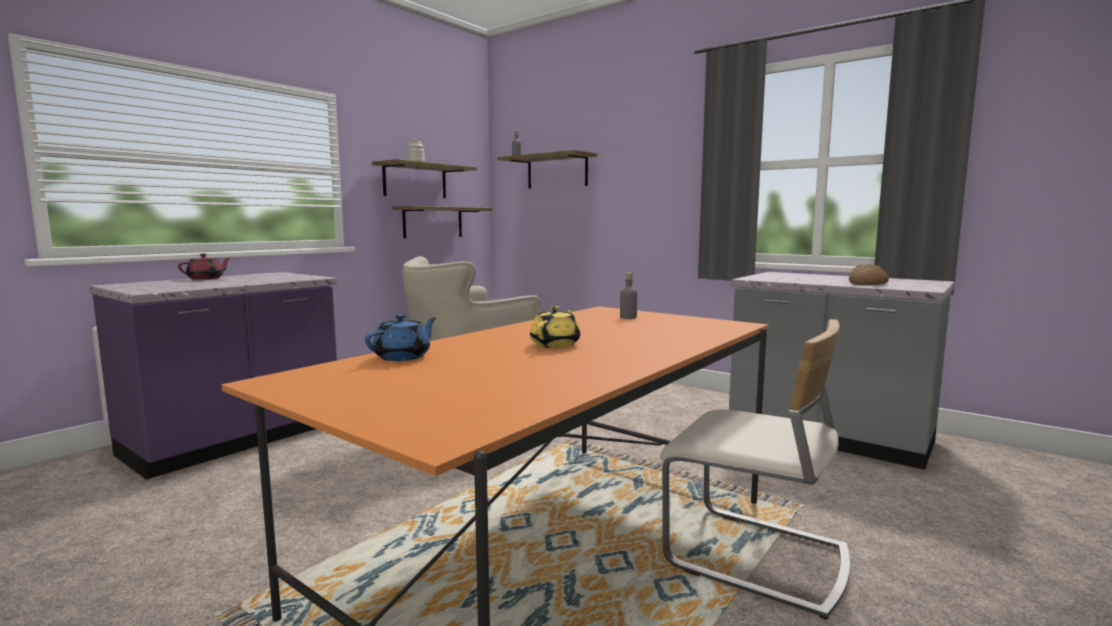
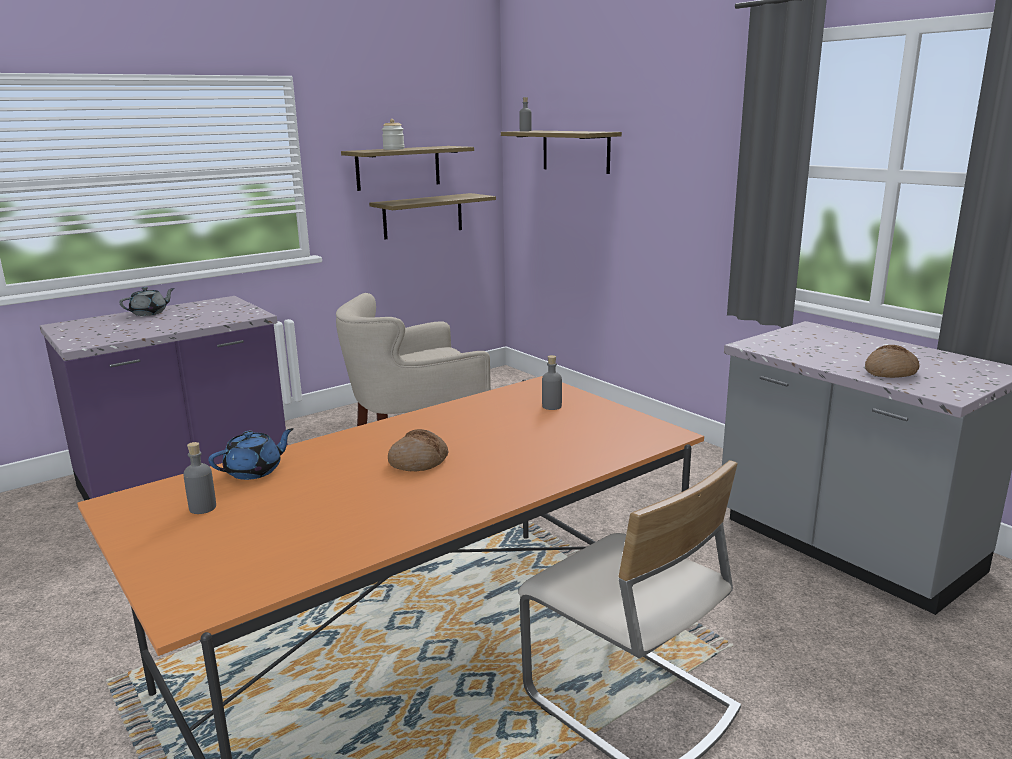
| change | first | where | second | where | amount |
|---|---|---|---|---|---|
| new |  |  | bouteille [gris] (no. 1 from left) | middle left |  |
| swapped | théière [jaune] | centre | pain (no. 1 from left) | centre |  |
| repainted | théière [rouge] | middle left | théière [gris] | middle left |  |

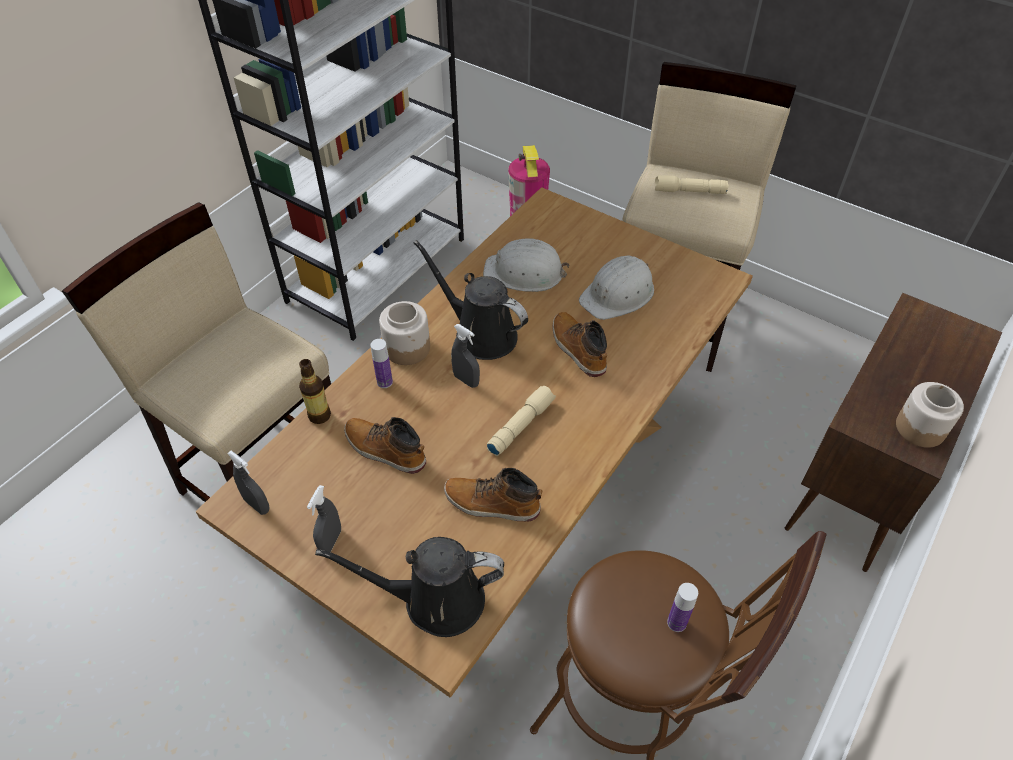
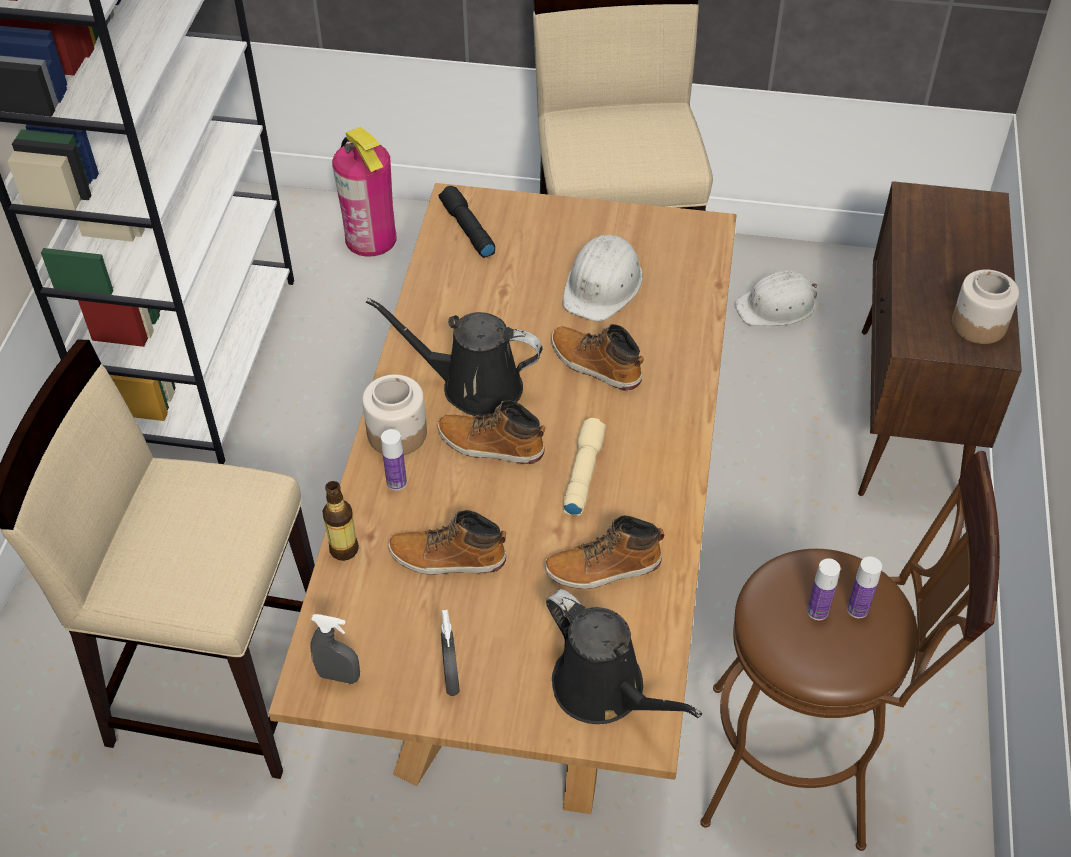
| change | first | where | second | where | amount |
|---|---|---|---|---|---|
| gone | lampe de poche [beige] (no. 2 from left) | top right |  |  |  |
| new |  |  | lampe de poche [noir] | top centre |  |
| new |  |  | bouteille (no. 3 from left) | bottom right |  |
| shifted | casque de chantier [blanc] (no. 1 from left in the first image) | centre | casque de chantier [blanc] (no. 2 from left) | middle right |  |
| swapped | vaporisateur [gris] (no. 3 from left) | centre | botte (no. 2 from left) | centre |  |
| rotated | arrosoir [noir] (no. 1 from left in the first image) | bottom centre | arrosoir [noir] (no. 2 from left) | bottom centre | 105 degrees counterclockwise |

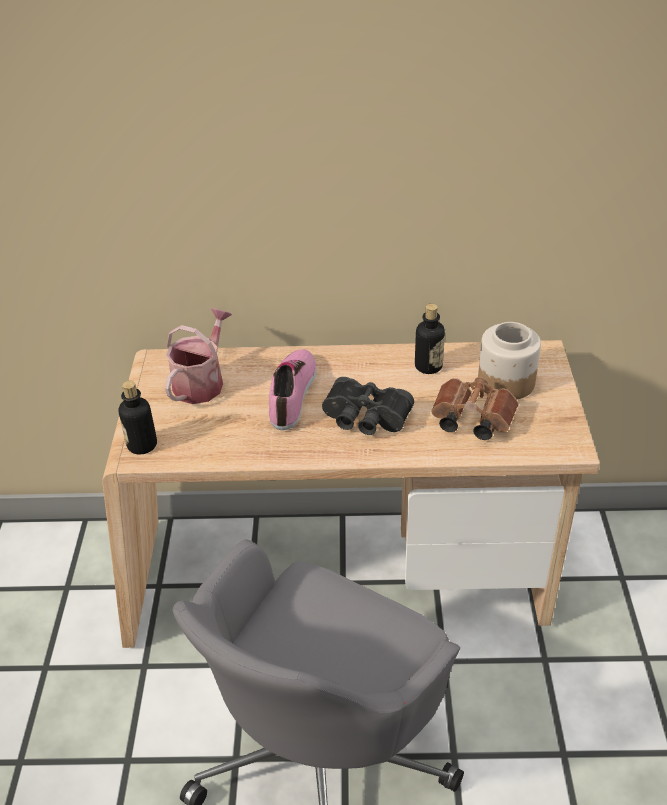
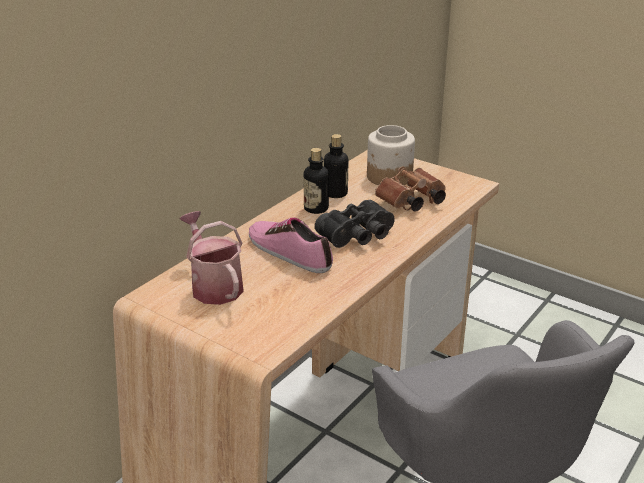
| change | first | where | second | where | amount |
|---|---|---|---|---|---|
| shifted | bouteille (no. 1 from left) | middle left |  | centre |  |

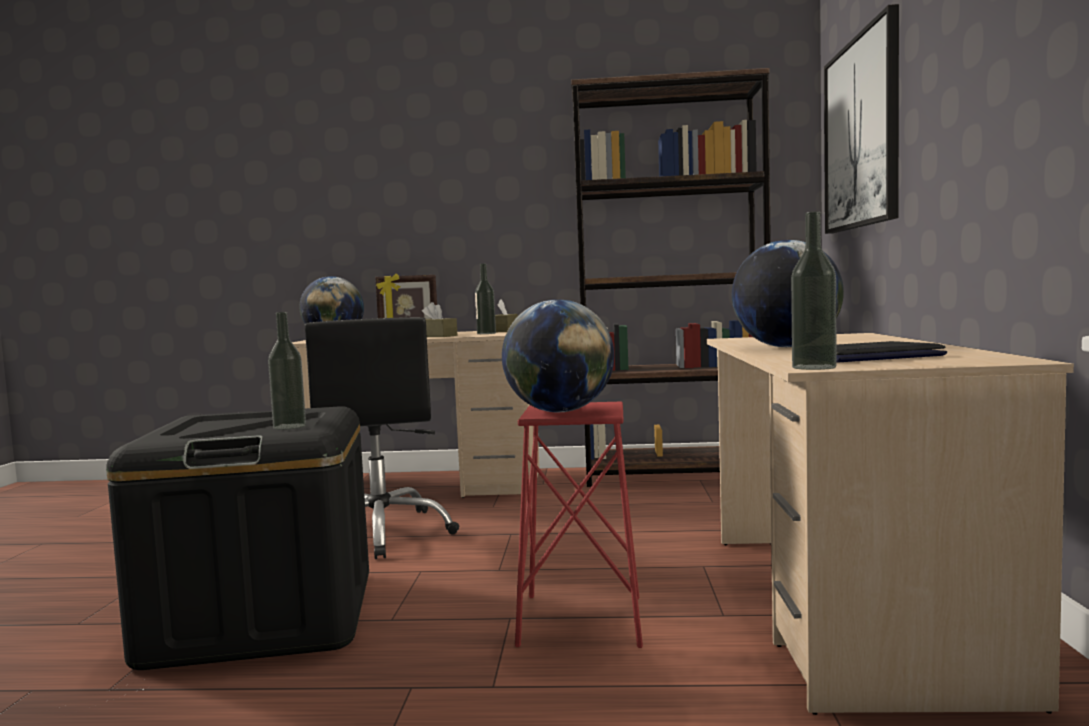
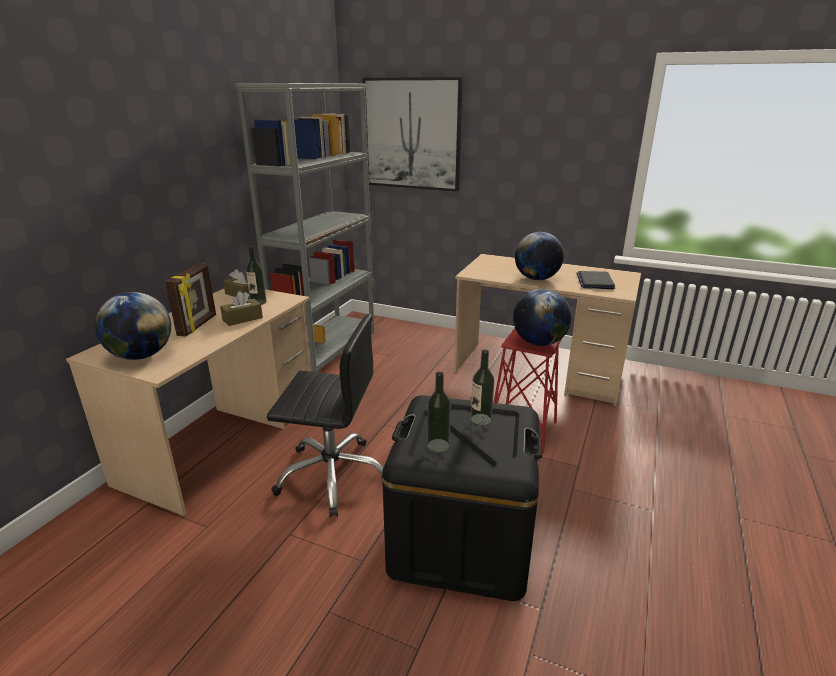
| change | first | where | second | where | amount |
|---|---|---|---|---|---|
| shifted | bouteille (no. 3 from left in the first image) | middle right | bouteille (no. 2 from left) | centre |  |
| repainted | bibliothèque [marron] | centre | bibliothèque [gris] | centre |  |

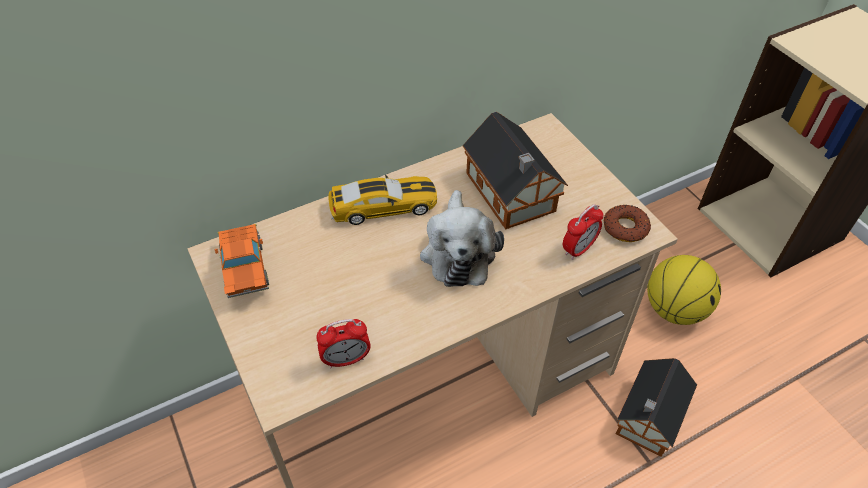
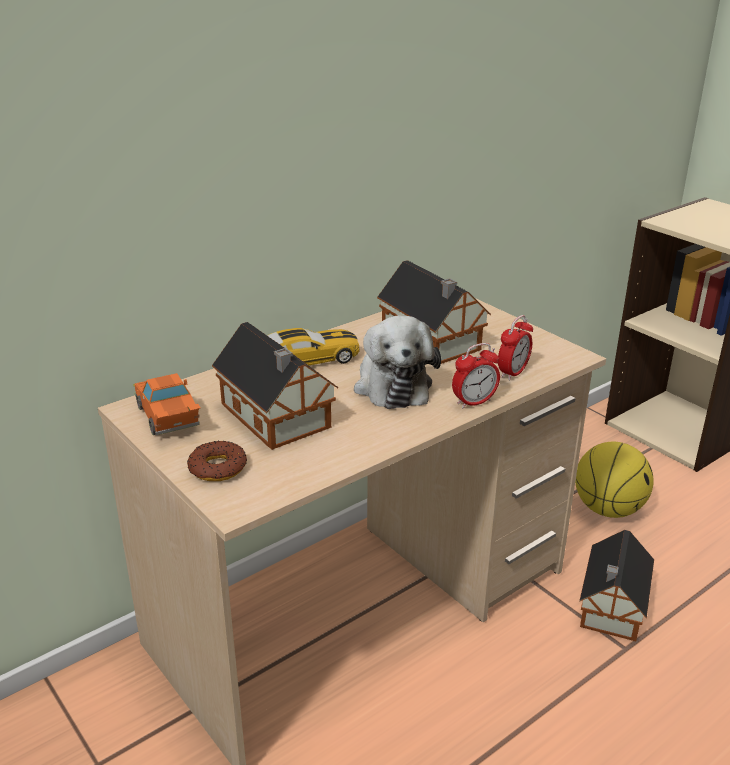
| change | first | where | second | where | amount |
|---|---|---|---|---|---|
| new |  |  | maison miniature (no. 1 from left) | centre |  |
| shifted | réveil (no. 1 from left) | bottom centre |  | centre |  |
| shifted | beignet | middle right |  | middle left |  |

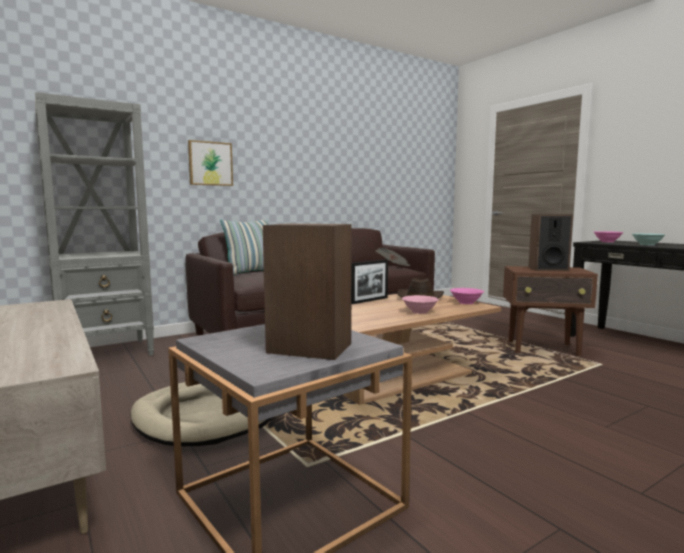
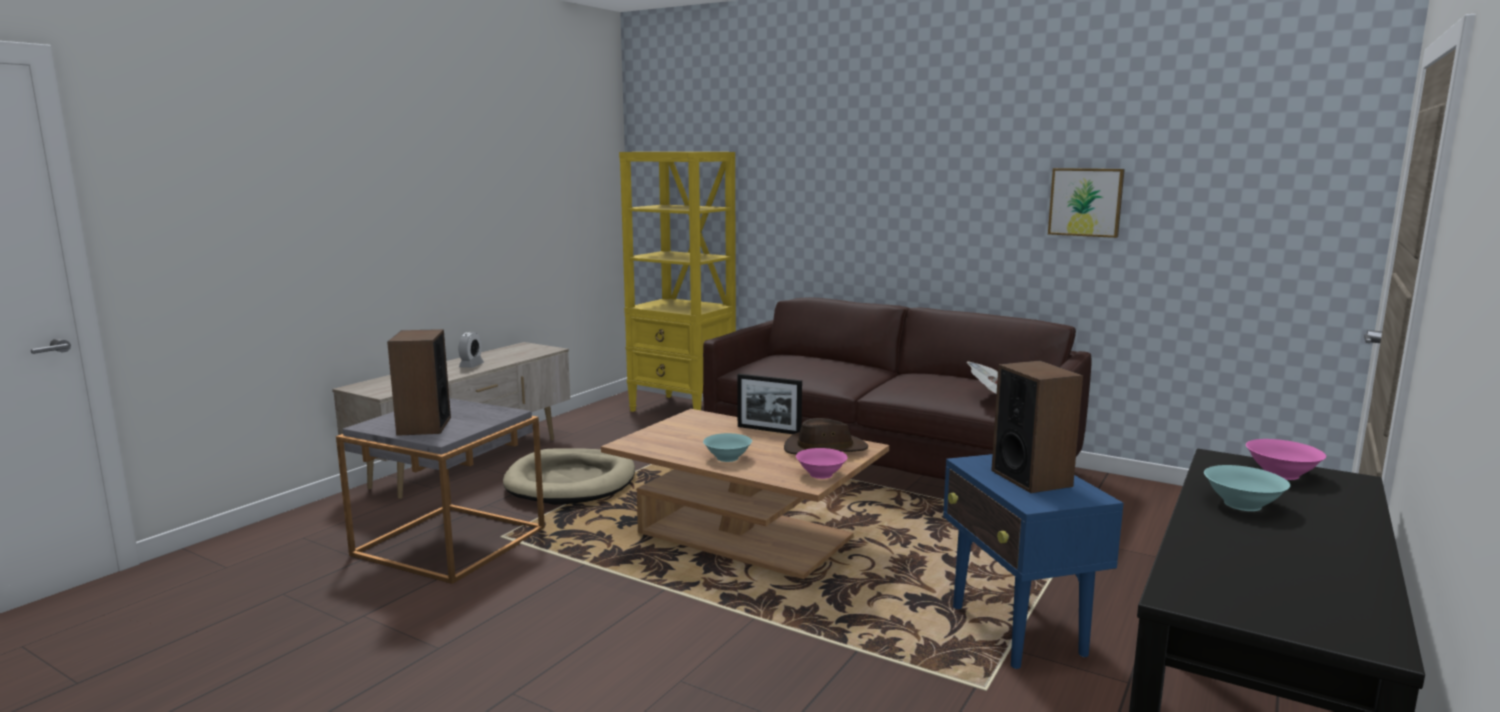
| change | first | where | second | where | amount |
|---|---|---|---|---|---|
| gone | coussin | centre |  |  |  |
| new |  |  | réveil | middle left |  |
| shifted | tableau | top left |  | top right |  |
| repainted | bibliothèque [gris] | middle left | bibliothèque [jaune] | centre |  |
| repainted | bol [rose] (no. 1 from left) | centre | bol [turquoise] (no. 1 from left) | centre |  |
| repainted | table d'appoint [marron] | middle right | table d'appoint [bleu] | bottom right |  |

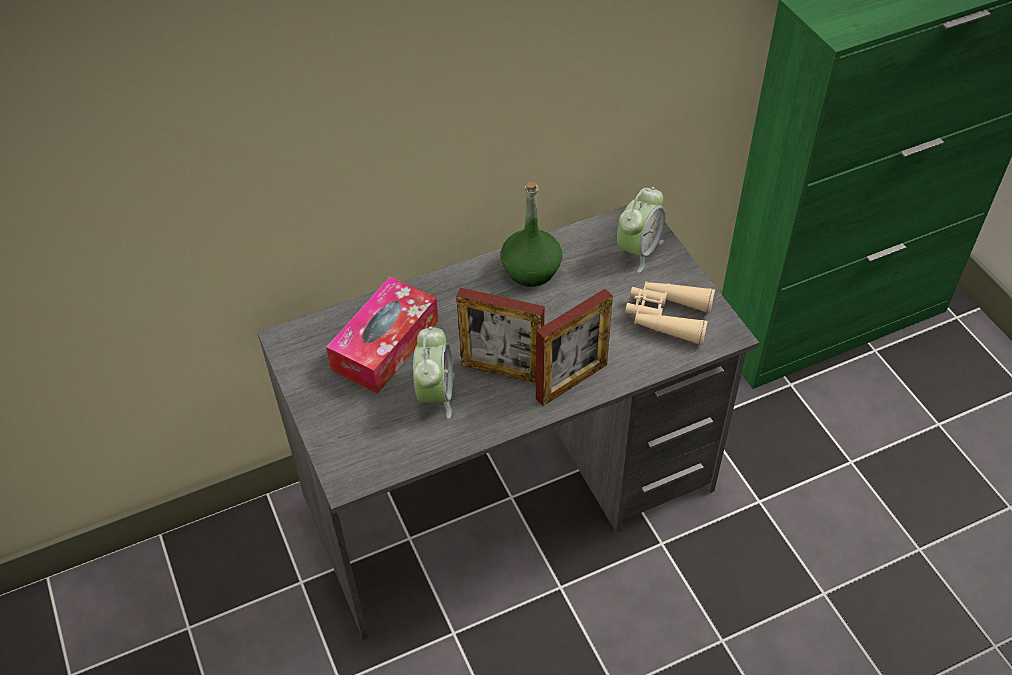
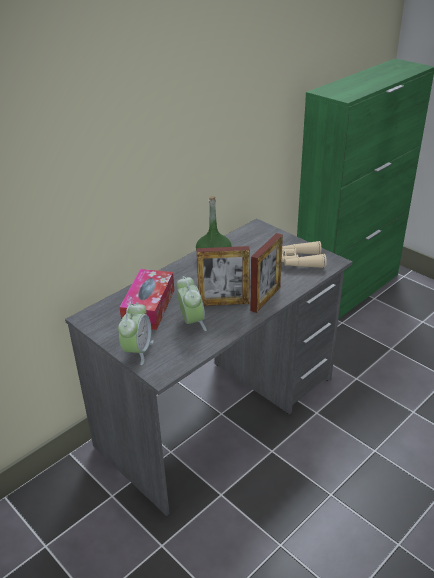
| change | first | where | second | where | amount |
|---|---|---|---|---|---|
| shifted | réveil (no. 2 from left in the first image) | centre | réveil (no. 1 from left) | middle left |  |

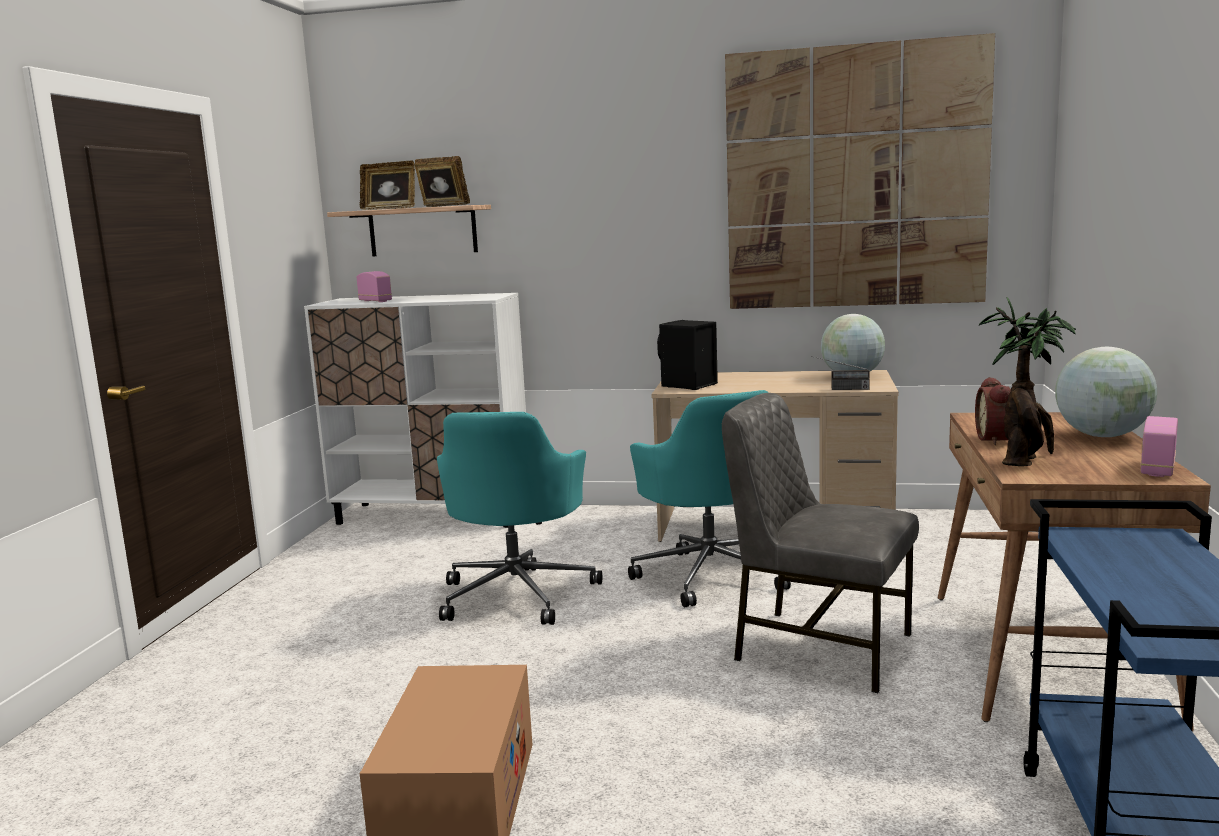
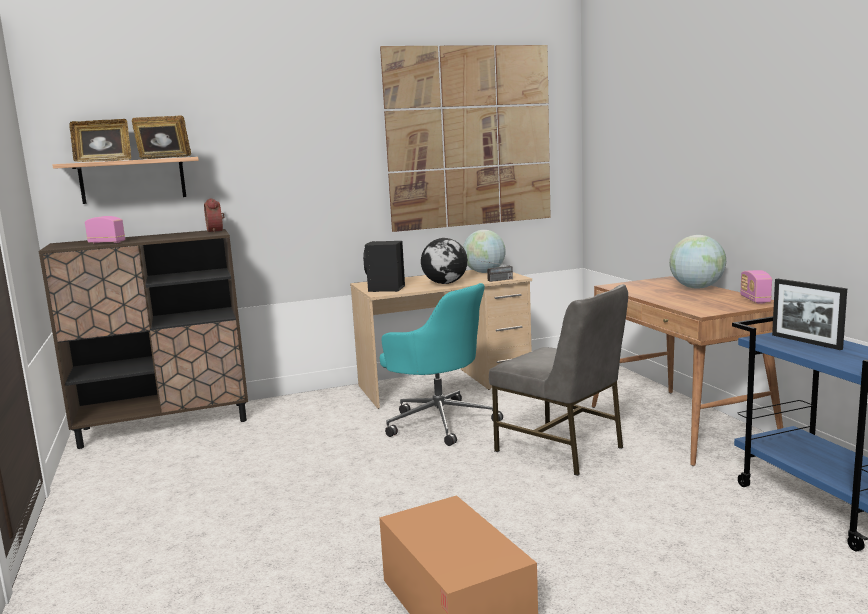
| change | first | where | second | where | amount |
|---|---|---|---|---|---|
| gone | chaise de bureau [turquoise] (no. 1 from left) | centre |  |  |  |
| gone | plante en pot | middle right |  |  |  |
| new |  |  | globe (no. 1 from left) | centre |  |
| new |  |  | cadre photo (no. 3 from left) | middle right |  |
| shifted | réveil | middle right |  | middle left |  |
| repainted | meuble de rangement [blanc] | centre | meuble de rangement [marron] | middle left |  |
| rotated | chaise [gris] | middle right |  | centre | 135 degrees counterclockwise |

